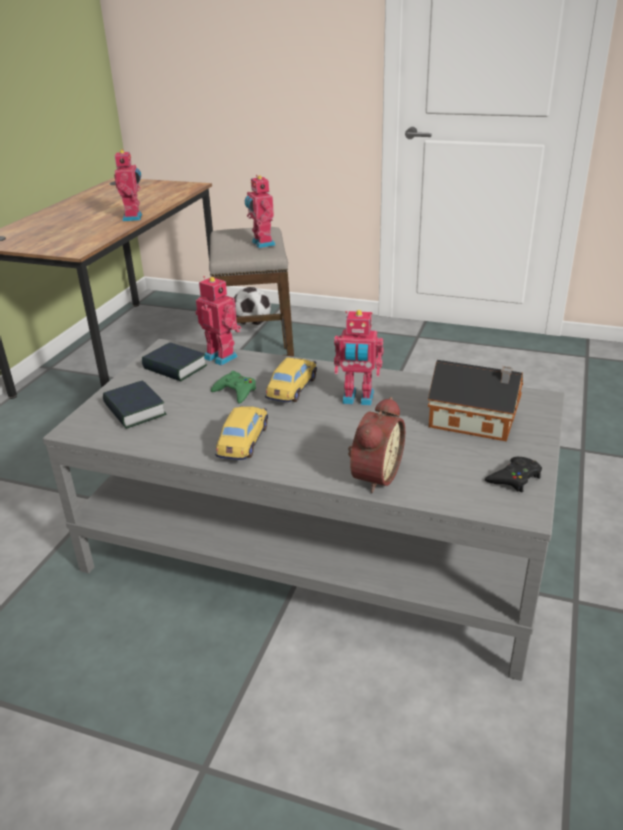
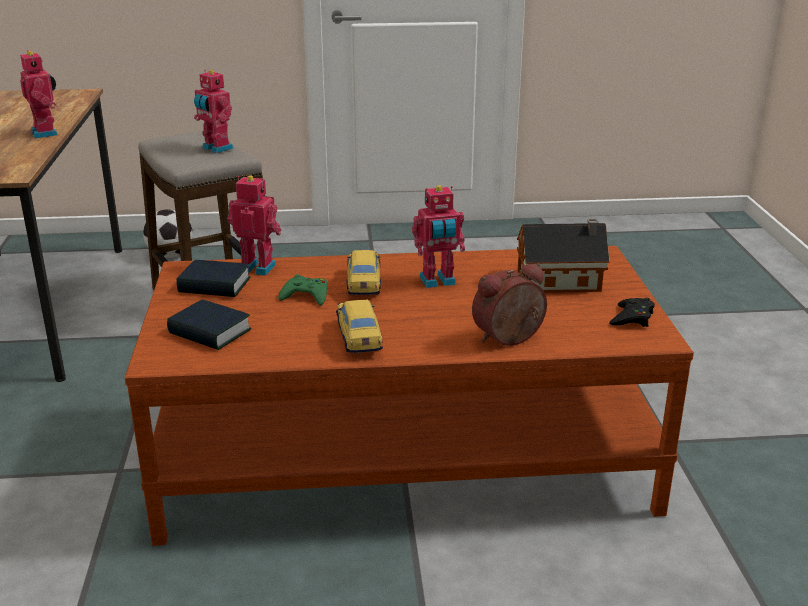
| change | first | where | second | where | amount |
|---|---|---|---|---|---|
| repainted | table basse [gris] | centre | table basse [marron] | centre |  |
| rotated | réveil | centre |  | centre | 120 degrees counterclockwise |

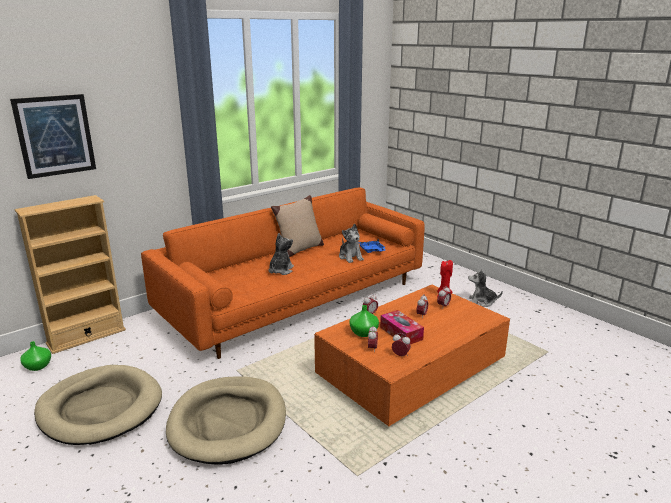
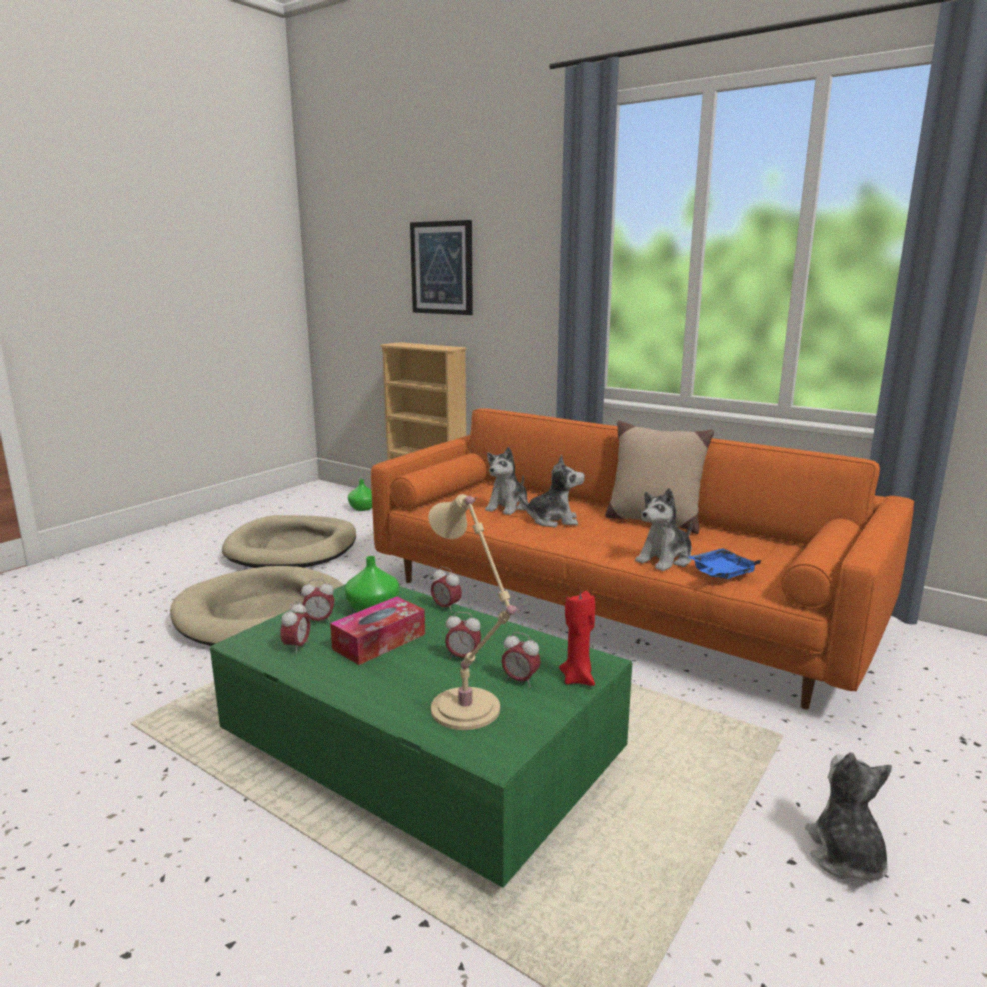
| change | first | where | second | where | amount |
|---|---|---|---|---|---|
| new |  |  | lampe de table [beige] | centre |  |
| new |  |  | peluche (no. 1 from left) | centre |  |
| repainted | table basse [orange] | bottom centre | table basse [vert] | bottom centre |  |

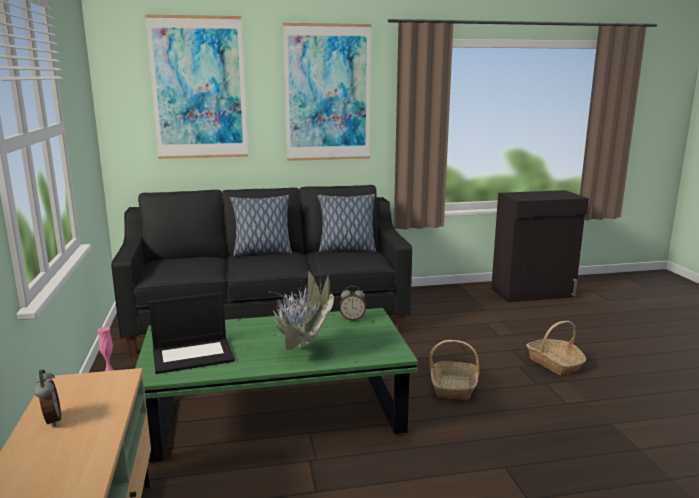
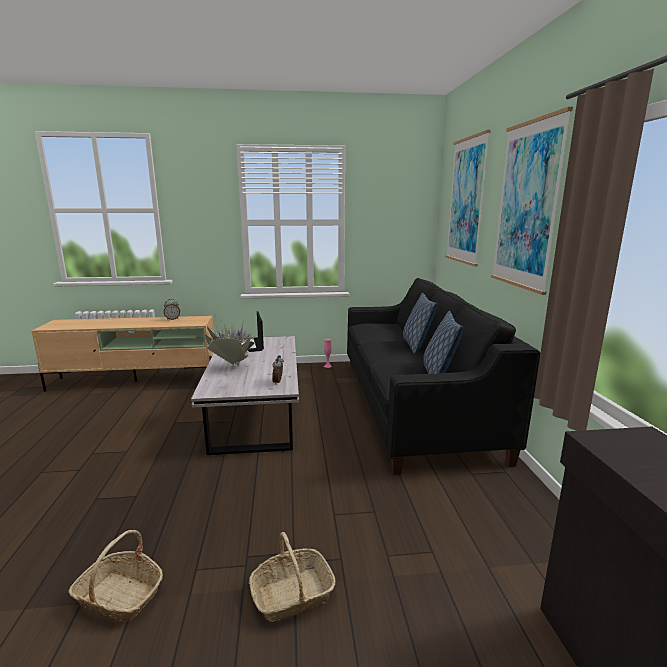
| change | first | where | second | where | amount |
|---|---|---|---|---|---|
| shifted | panier (no. 1 from left) | bottom centre |  | bottom left |  |
| repainted | table basse [vert] | bottom centre | table basse [blanc] | centre |  |

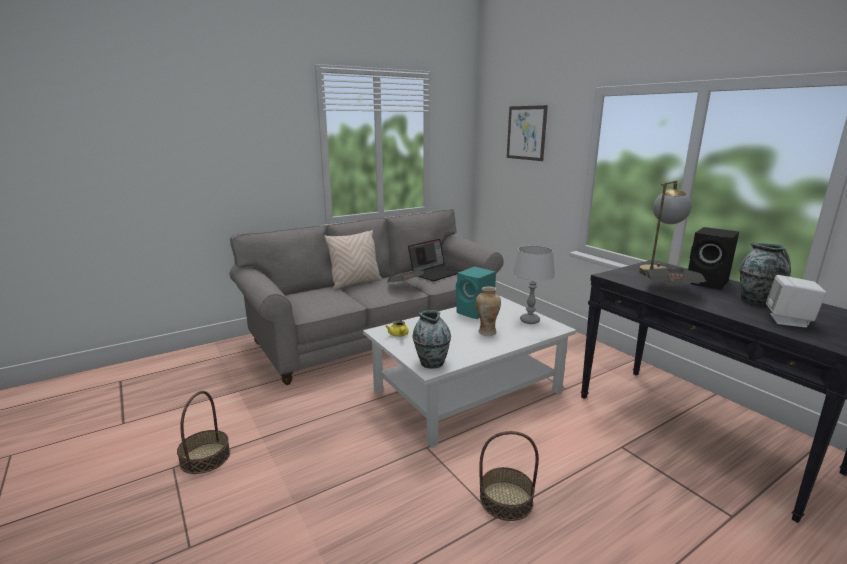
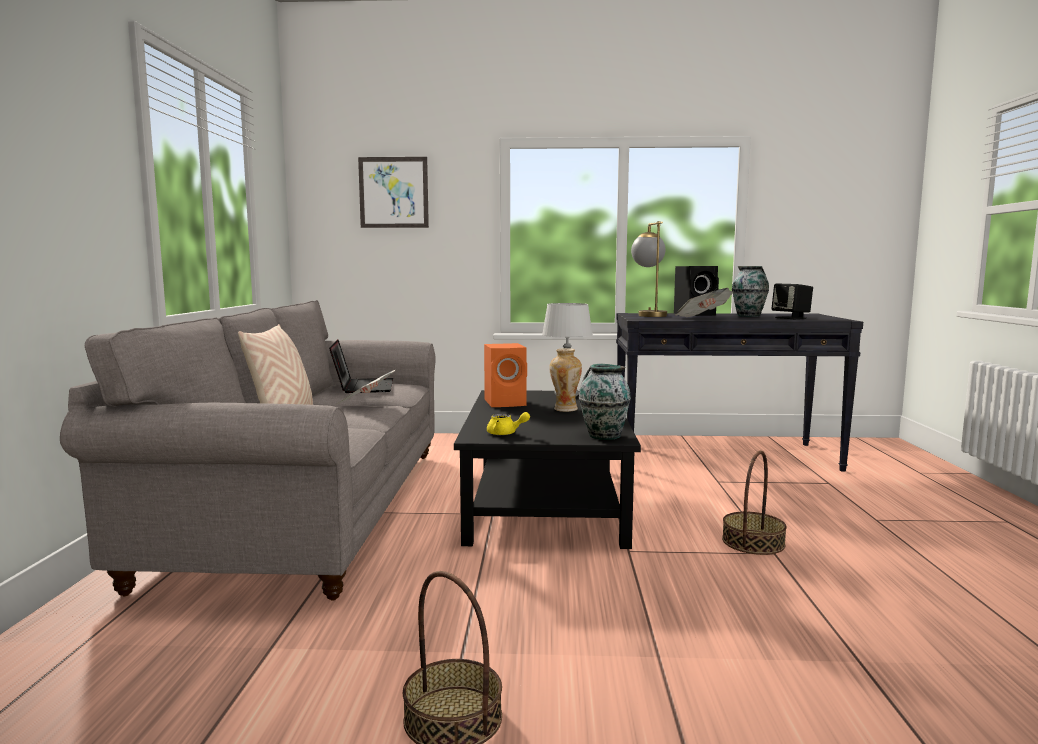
| change | first | where | second | where | amount |
|---|---|---|---|---|---|
| repainted | table basse [blanc] | centre | table basse [noir] | centre |  |
| repainted | enceinte [turquoise] | centre | enceinte [orange] | centre |  |
| repainted | enceinte [blanc] | middle right | enceinte [noir] (no. 2 from left) | middle right |  |

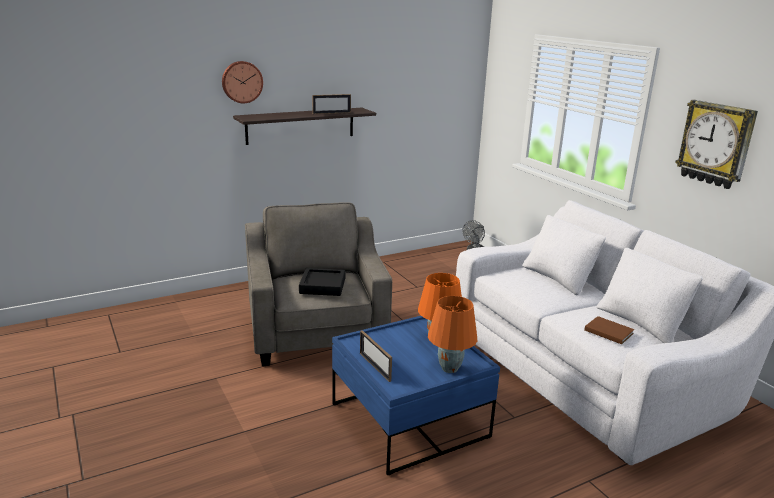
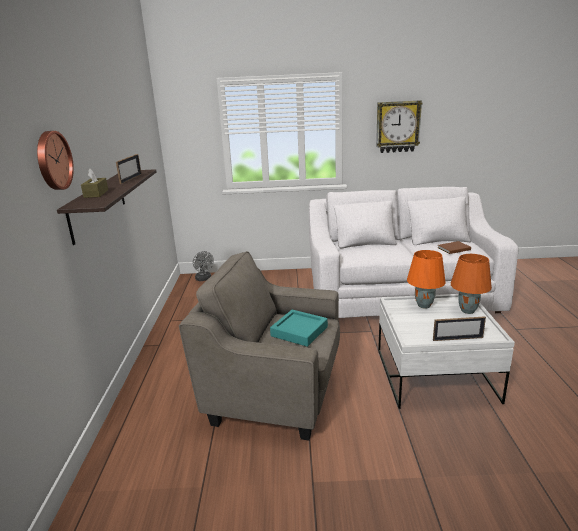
| change | first | where | second | where | amount |
|---|---|---|---|---|---|
| new |  |  | boîte à mouchoirs [marron] | middle left |  |
| repainted | plateau [noir] | centre | plateau [turquoise] | centre |  |
| repainted | table basse [bleu] | bottom centre | table basse [blanc] | middle right |  |

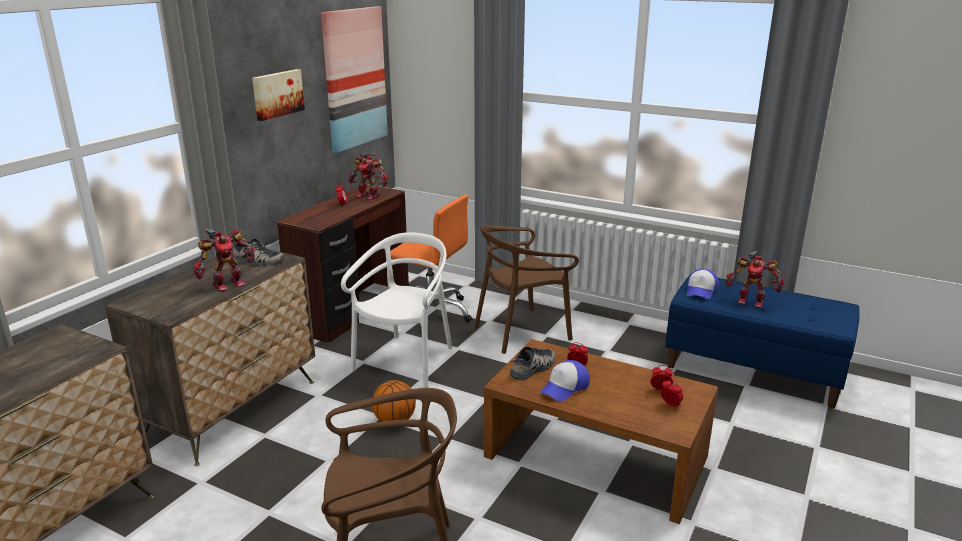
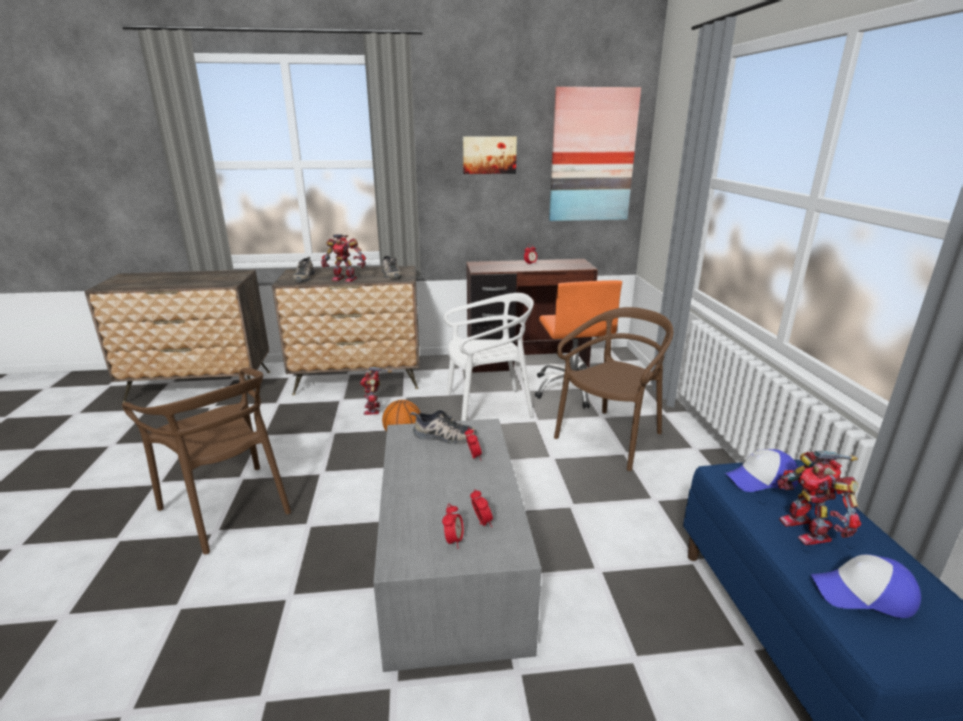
| change | first | where | second | where | amount |
|---|---|---|---|---|---|
| new |  |  | chaussure (no. 1 from left) | middle left |  |
| shifted | robot jouet (no. 2 from left) | top centre |  | centre |  |
| shifted | casquette (no. 1 from left in the first image) | bottom centre | casquette (no. 2 from left) | bottom right |  |
| repainted | table basse [marron] | bottom centre | table basse [gris] | bottom centre |  |
| rotated | chaise [marron] (no. 2 from left) | centre |  | centre | 105 degrees clockwise |

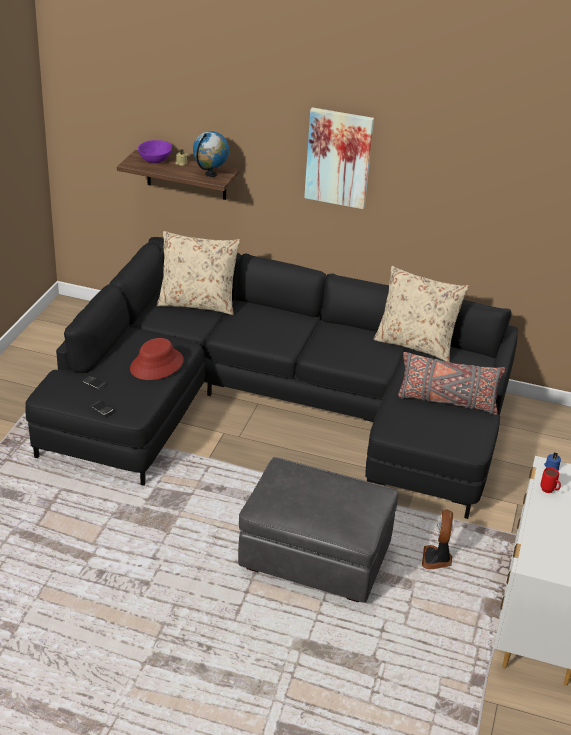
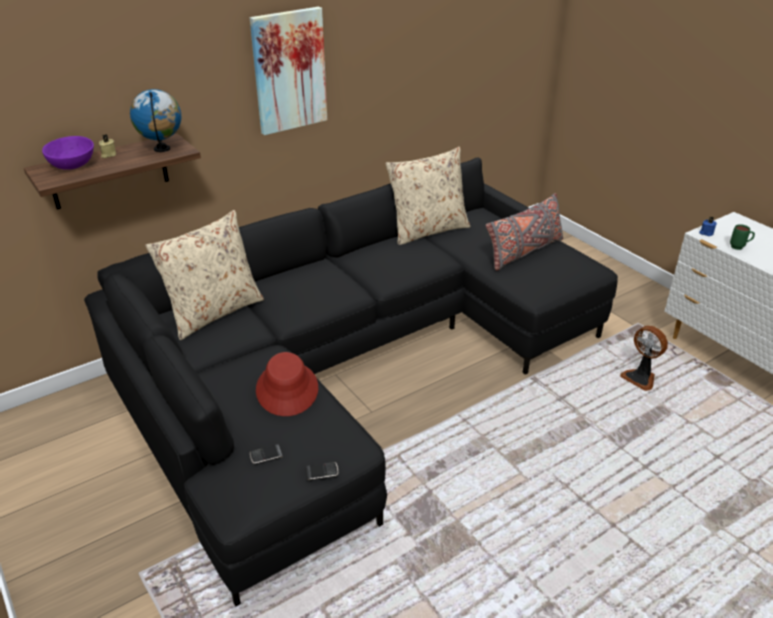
| change | first | where | second | where | amount |
|---|---|---|---|---|---|
| gone | pouf [gris] | bottom centre |  |  |  |
| repainted | mug [rouge] | middle right | mug [vert] | middle right |  |

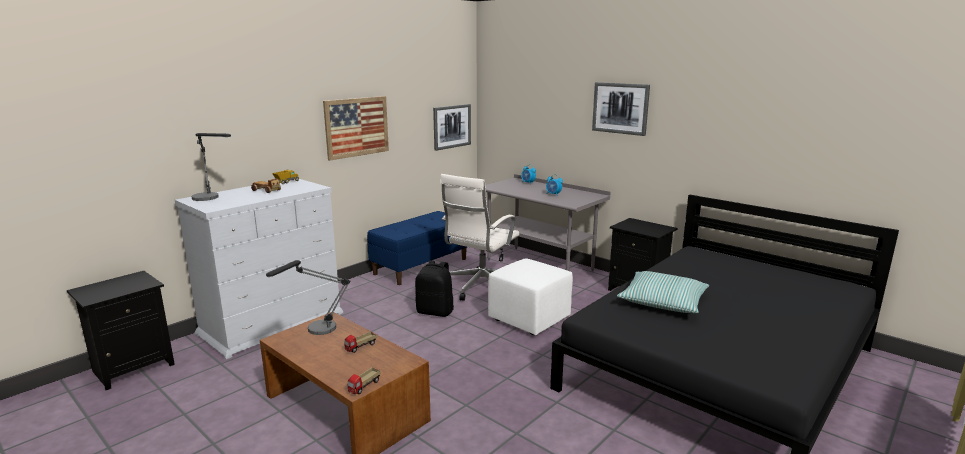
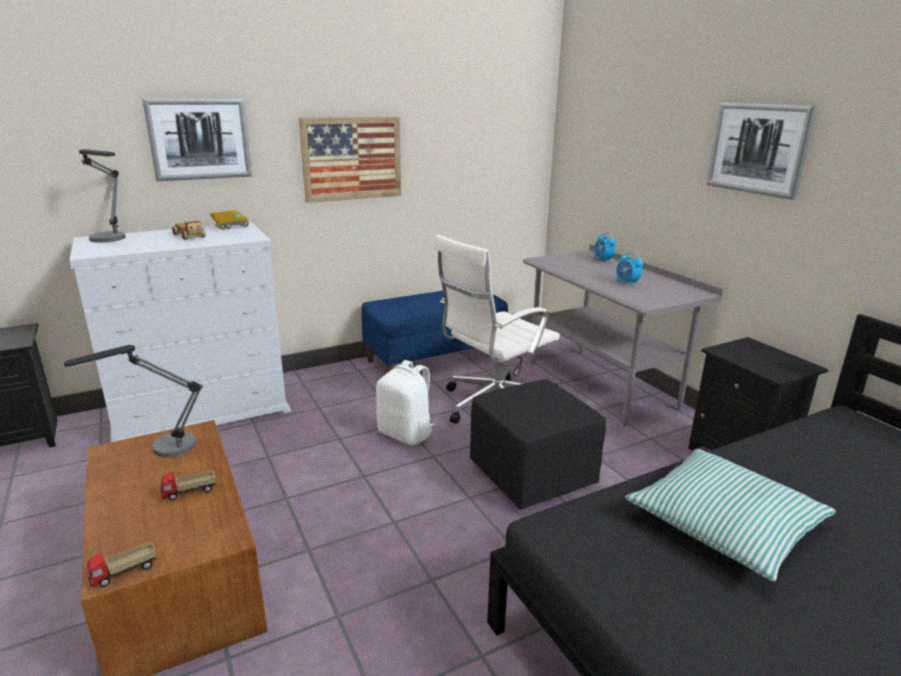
| change | first | where | second | where | amount |
|---|---|---|---|---|---|
| shifted | tableau (no. 2 from left in the first image) | top centre | tableau (no. 1 from left) | top left |  |
| repainted | sac à dos [noir] | centre | sac à dos [blanc] | centre |  |
| repainted | pouf [blanc] | centre | pouf [noir] | centre |  |

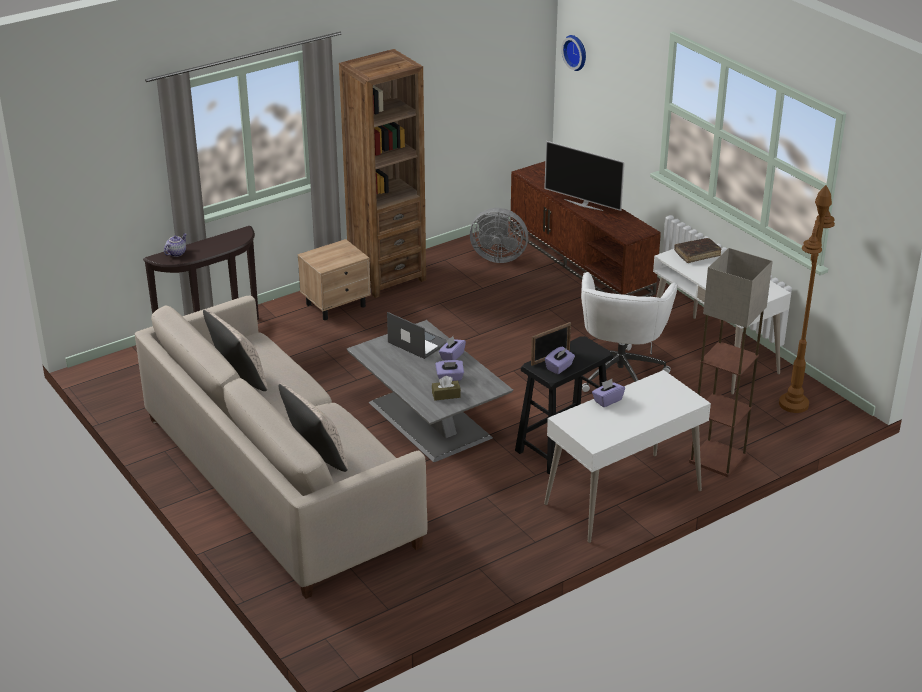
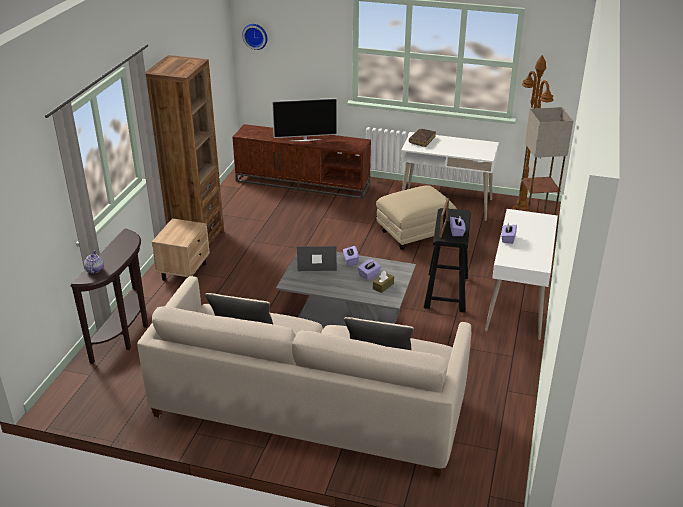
| change | first | where | second | where | amount |
|---|---|---|---|---|---|
| gone | ventilateur [gris] | centre |  |  |  |
| swapped | chaise de bureau [blanc] | middle right | pouf [beige] | centre |  |

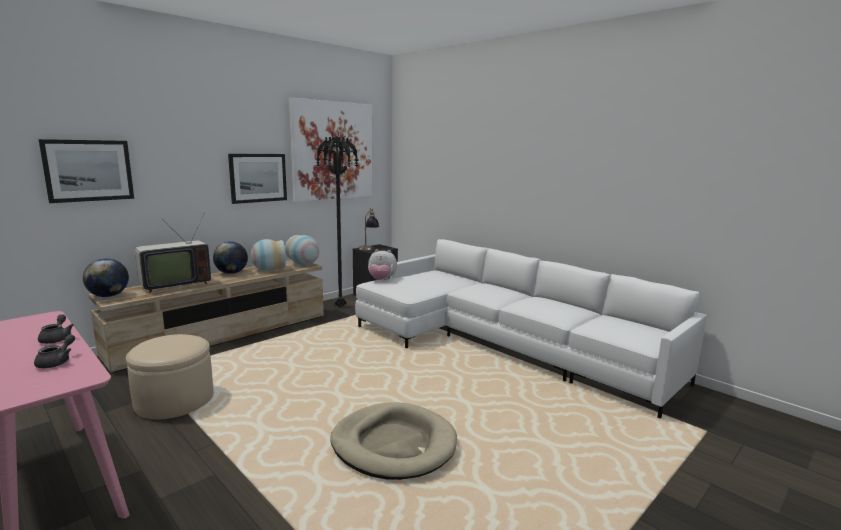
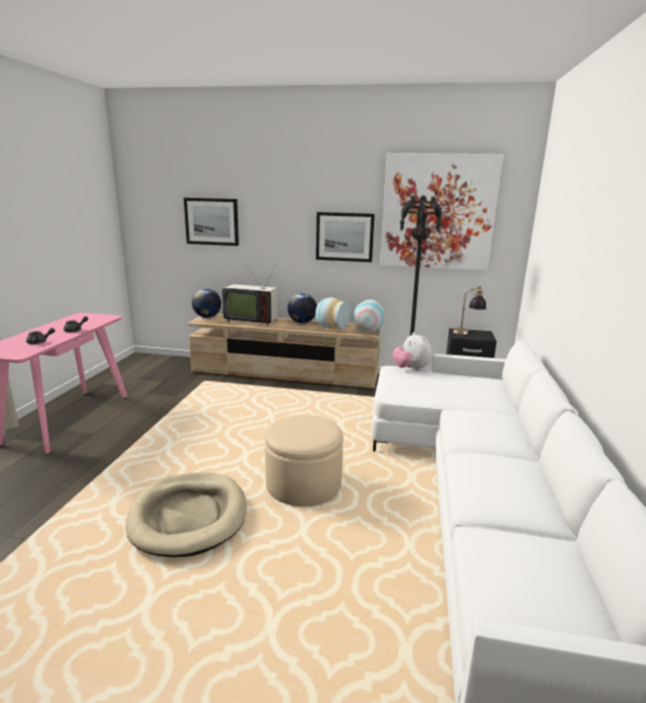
| change | first | where | second | where | amount |
|---|---|---|---|---|---|
| shifted | pouf [beige] | bottom left |  | centre |  |

